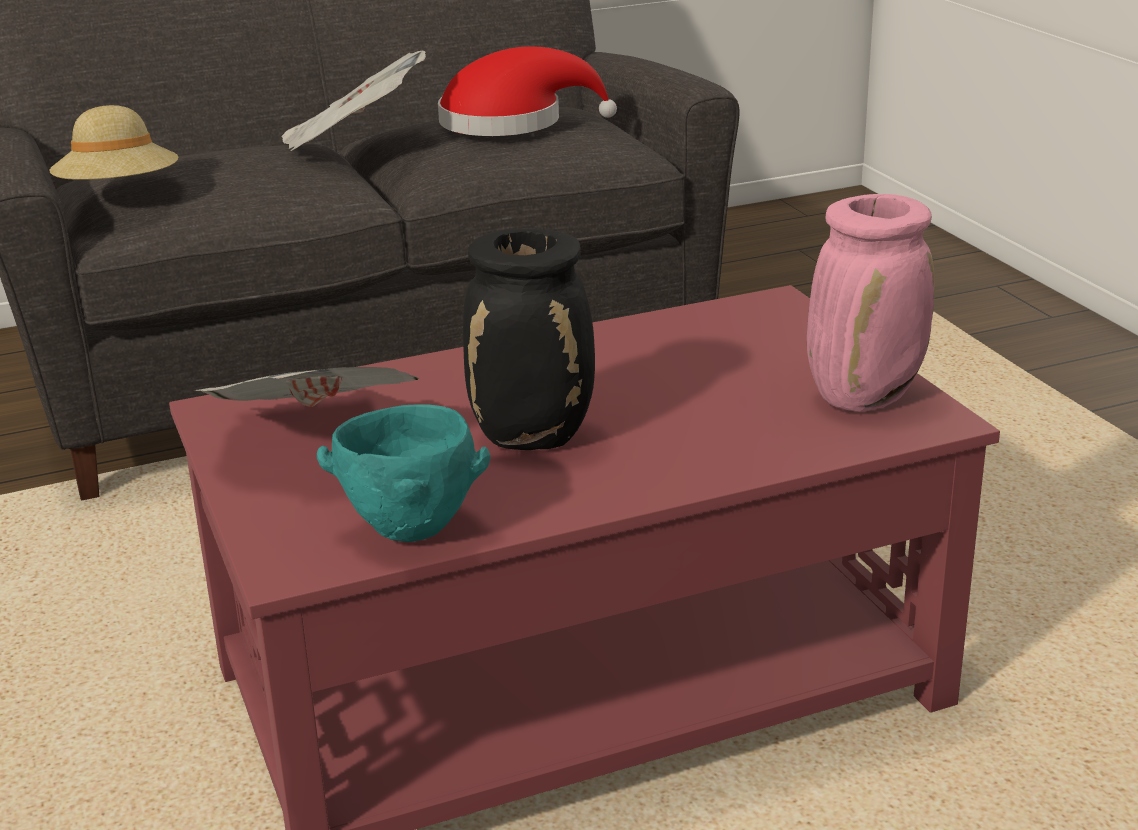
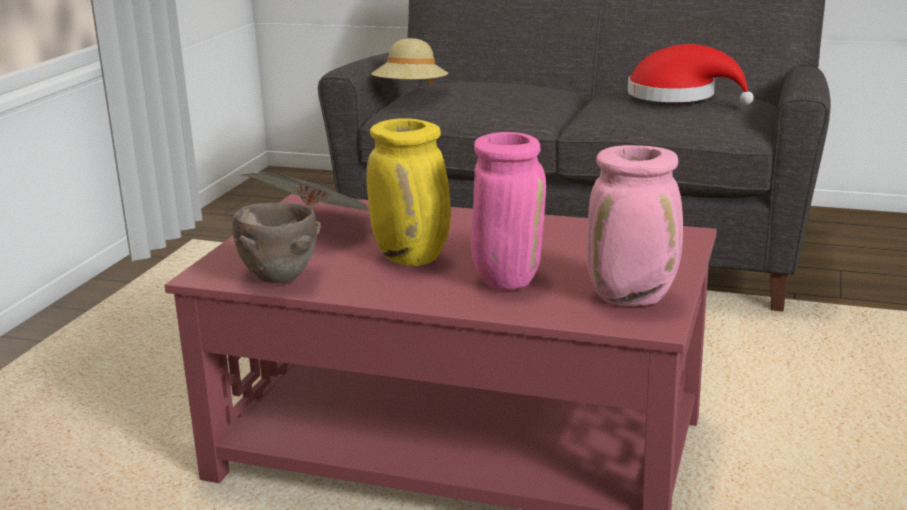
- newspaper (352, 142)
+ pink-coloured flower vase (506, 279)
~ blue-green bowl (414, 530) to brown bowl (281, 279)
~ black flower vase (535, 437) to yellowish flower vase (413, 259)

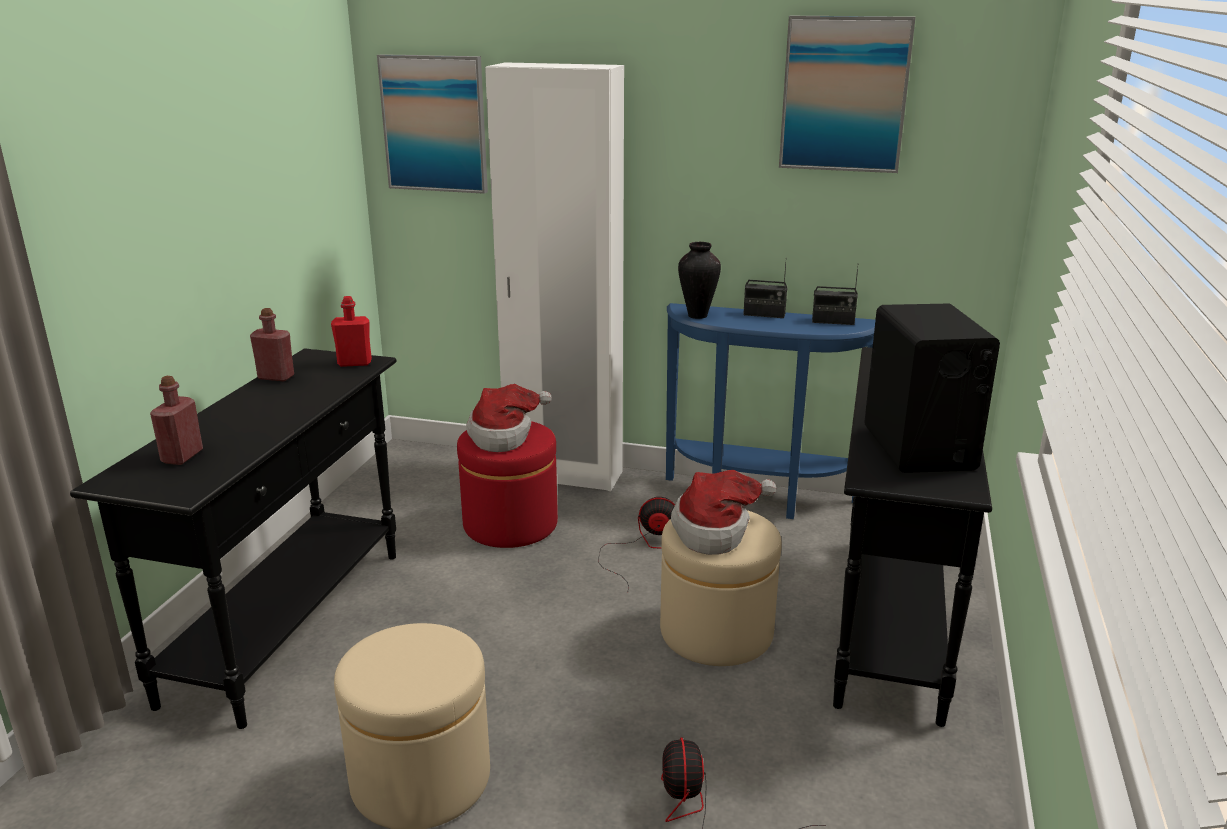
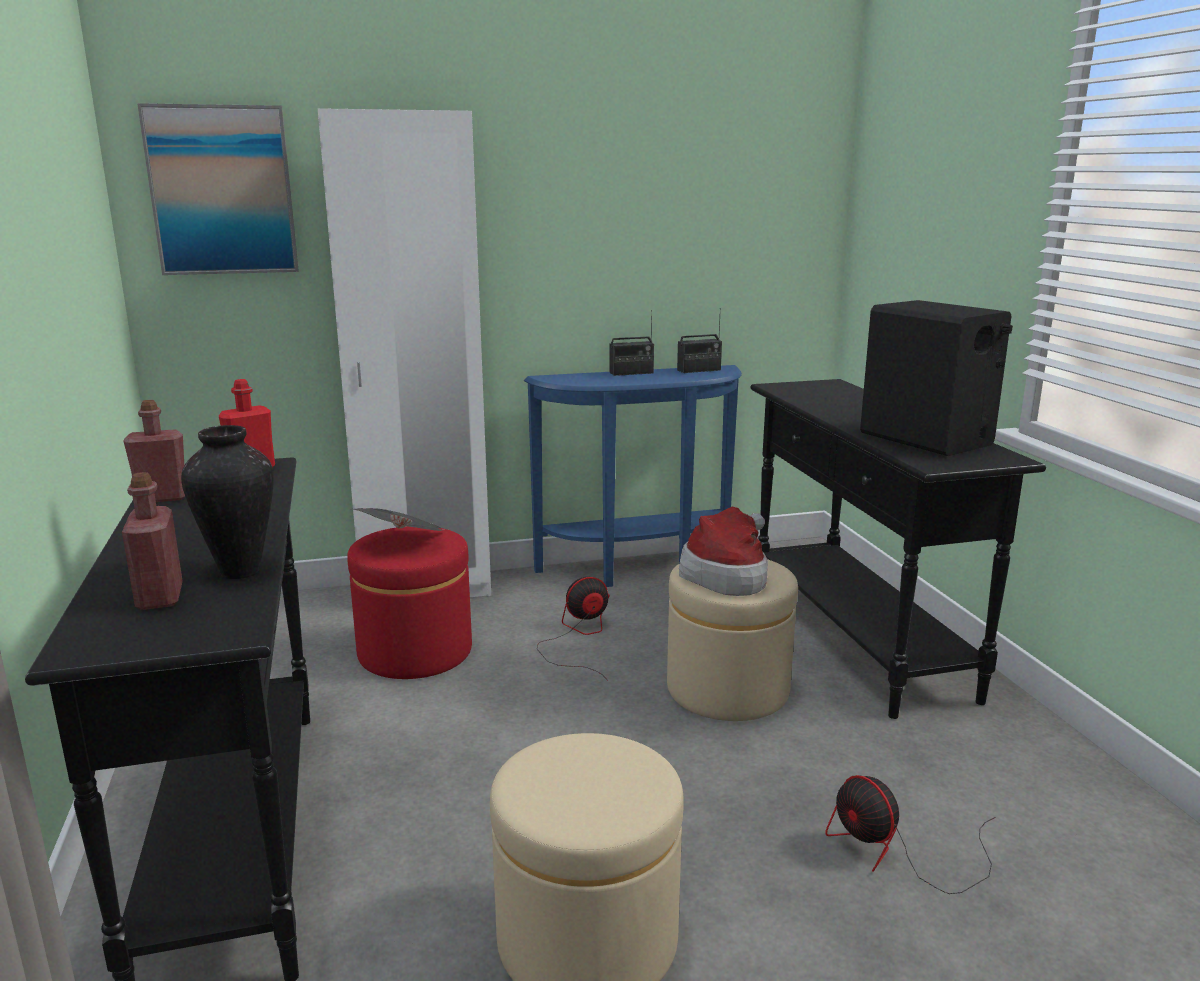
- picture (844, 94)
~ flower vase (696, 316) to (238, 572)
~ wearable hat (504, 435) to newspaper (404, 543)

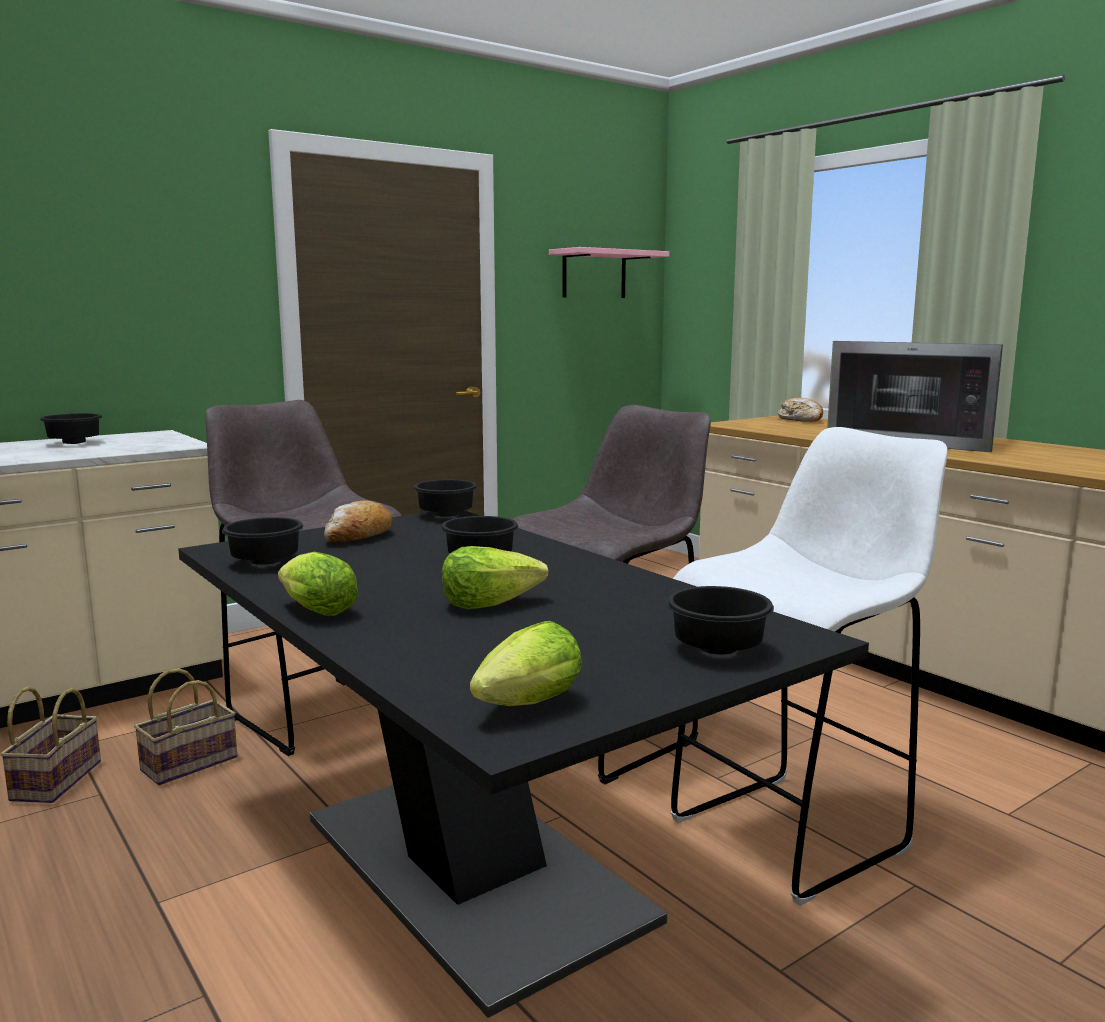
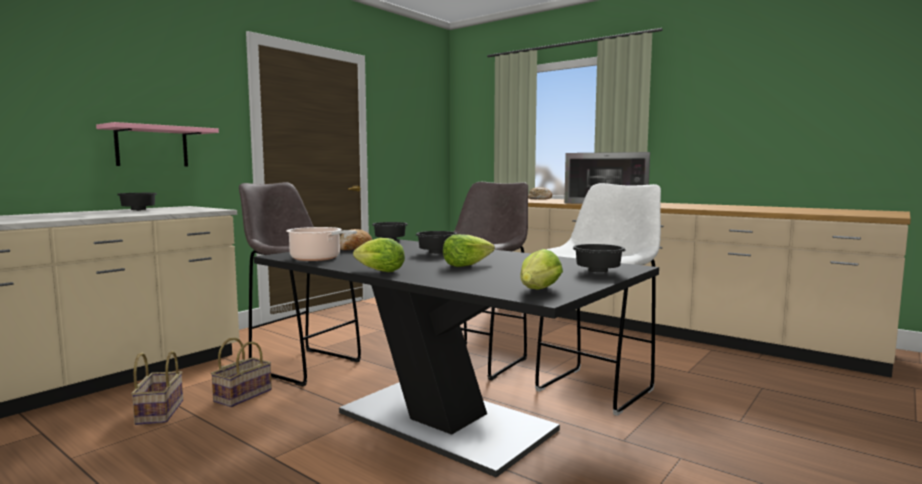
~ pink-coloured bracket shelf (594, 274) to (152, 146)
~ black bowl (265, 563) to stockpot (317, 258)

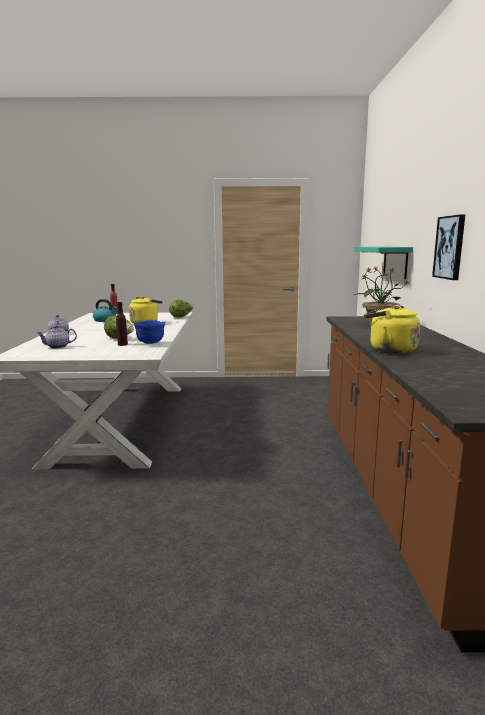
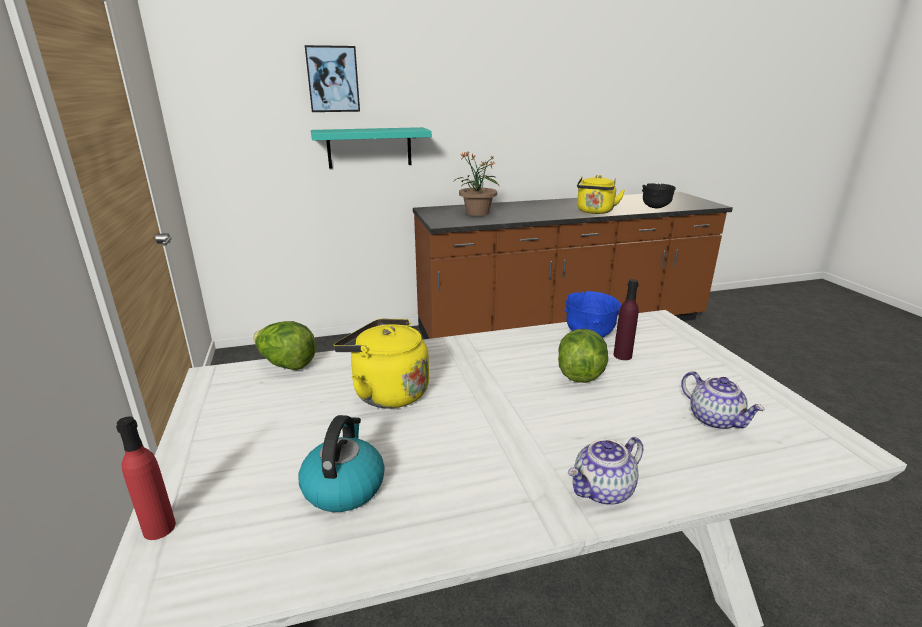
+ black bowl (655, 207)
~ picture (450, 247) to (333, 79)

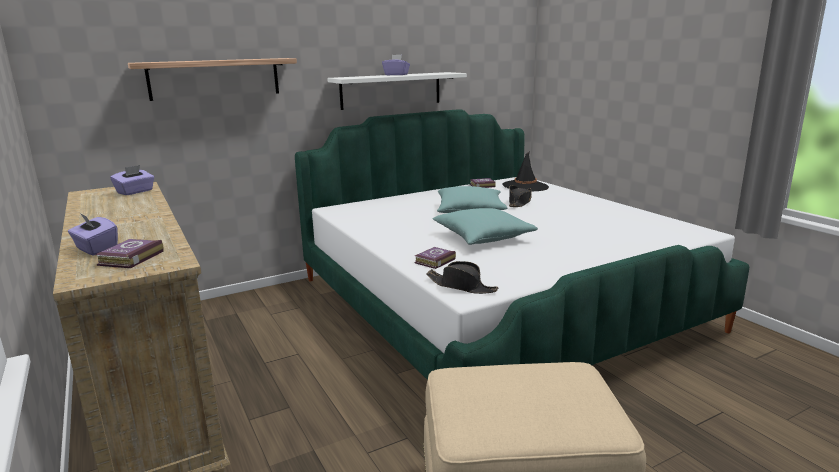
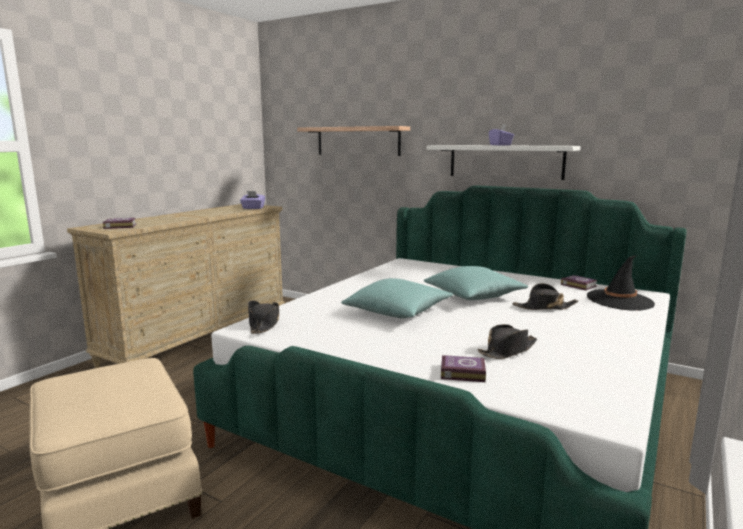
- purple-coloured tissue holder (96, 249)
+ black wearable hat (508, 351)
~ bound book (434, 261) to (461, 372)

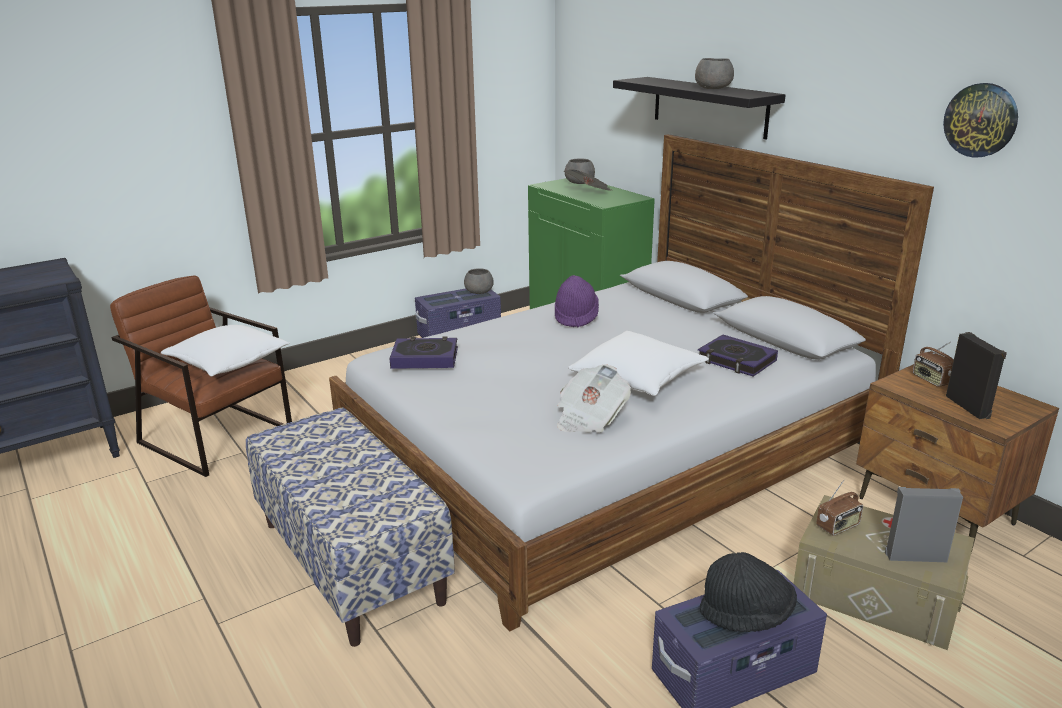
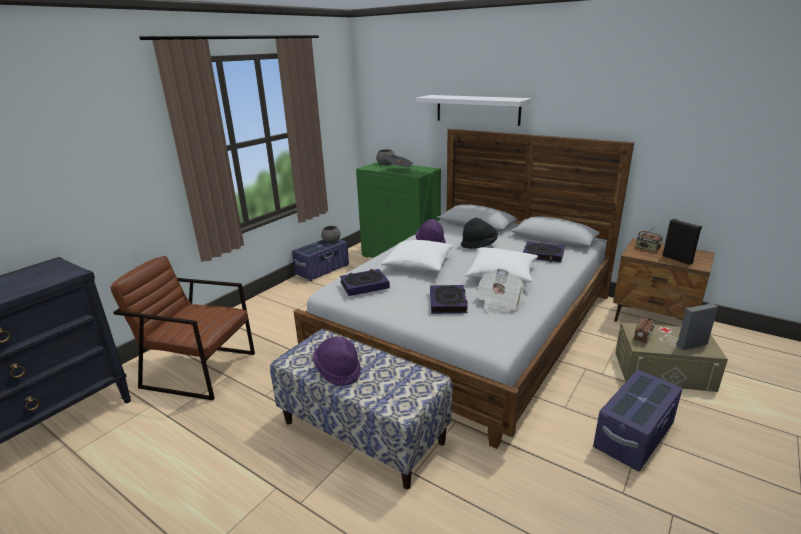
- grey bowl (712, 88)
- wall clock (981, 120)
+ purple-coloured wearable hat (338, 371)
+ bound book (448, 302)
~ whitish cushion (228, 363) to (418, 265)
~ black wearable hat (746, 615) to (479, 245)
~ black bracket shelf (709, 106) to whitish bracket shelf (477, 109)

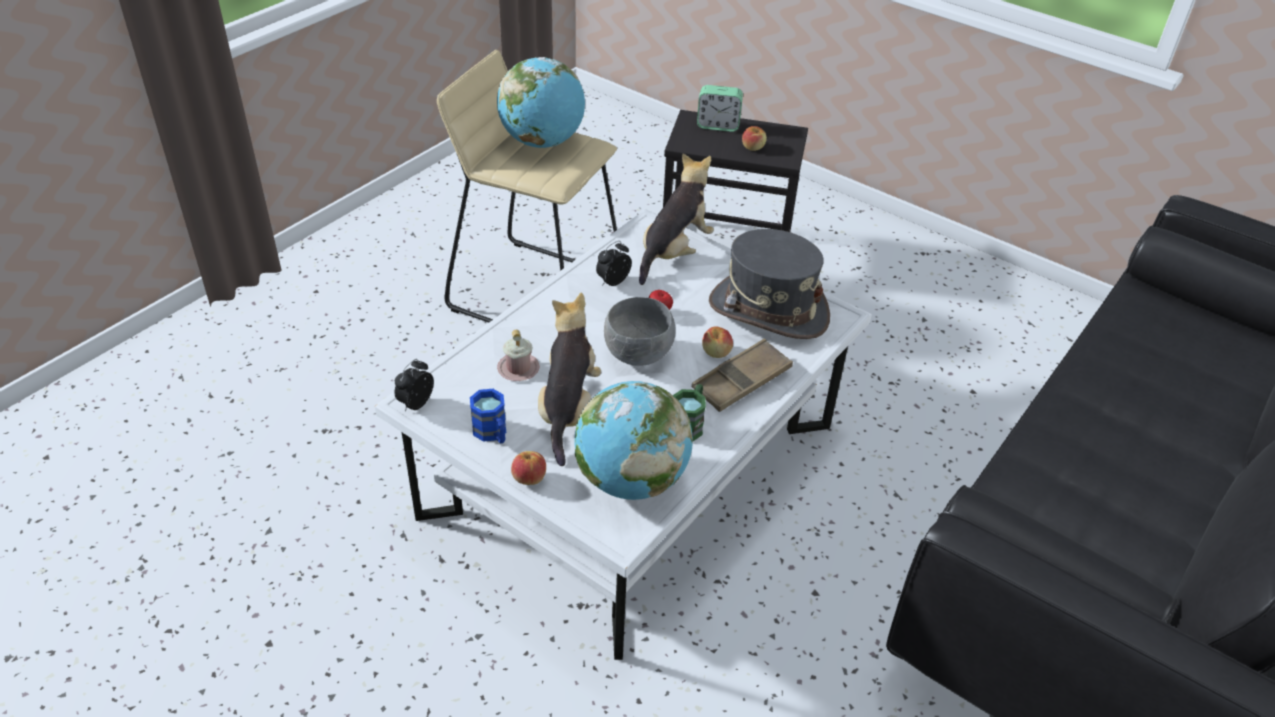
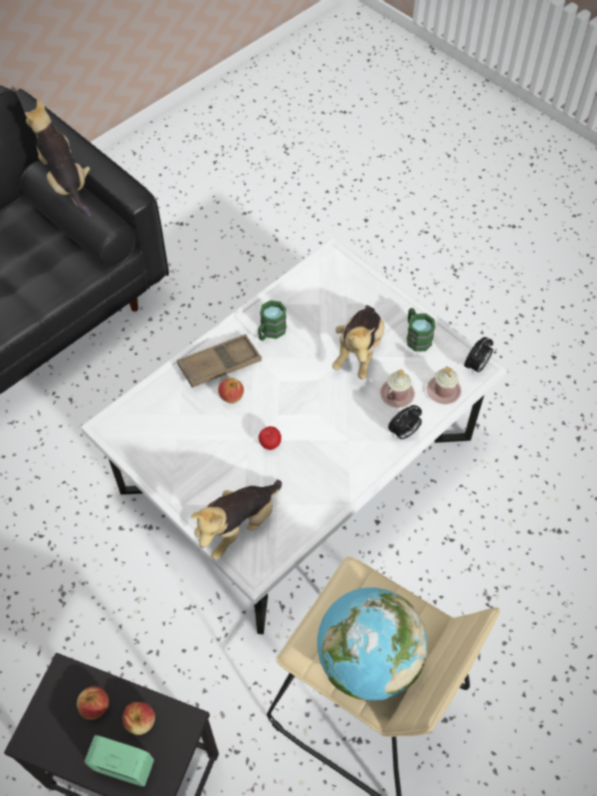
- desk globe (631, 480)
- grey bowl (639, 355)
- grey wearable hat (768, 311)
+ plush toy (66, 183)
+ pink-coloured coffee mug (443, 391)
~ apple (529, 477) to (140, 721)
~ alarm clock (613, 281) to (403, 433)
~ blue-coloured coffee mug (492, 434) to green coffee mug (416, 336)

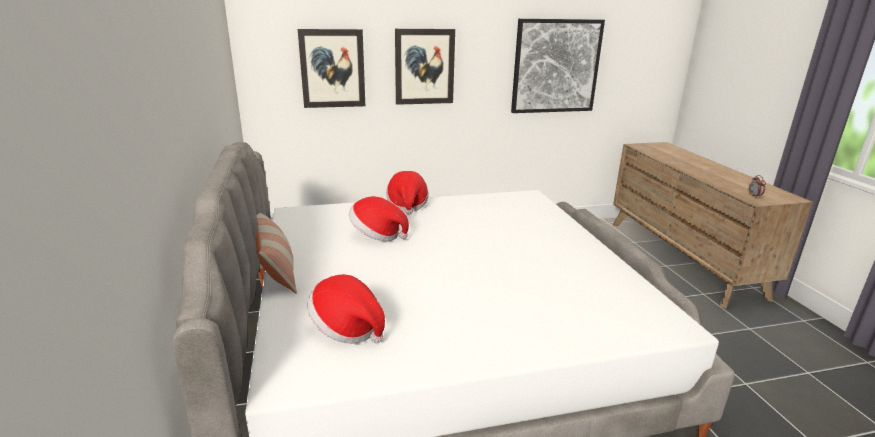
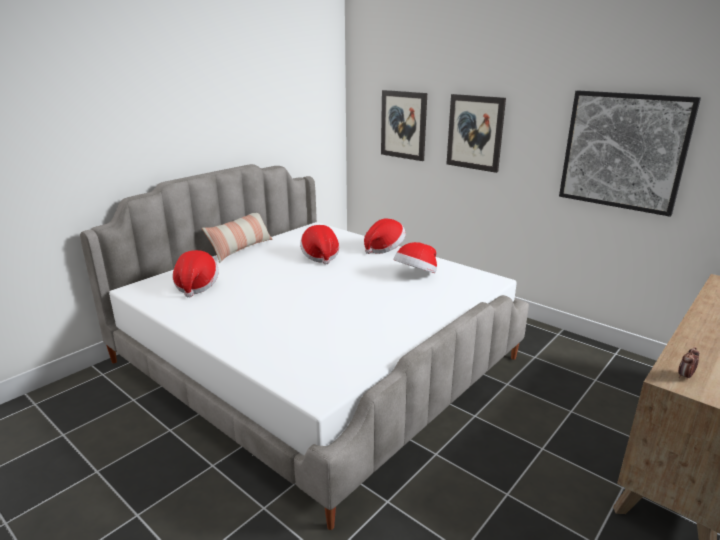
+ wearable hat (416, 275)

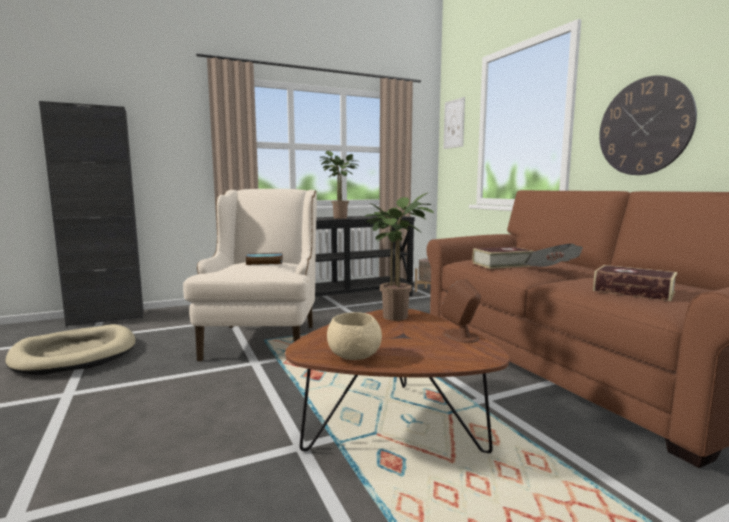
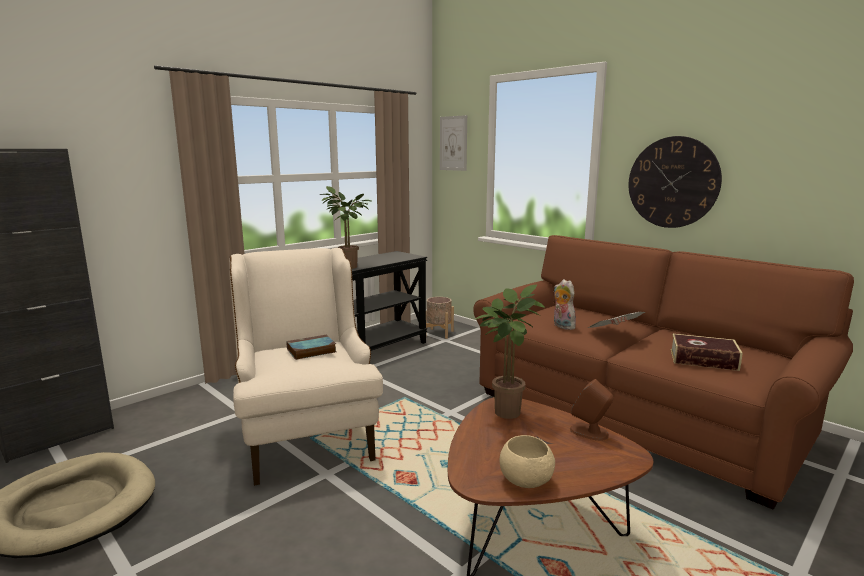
~ bound book (502, 264) to plush toy (562, 326)

